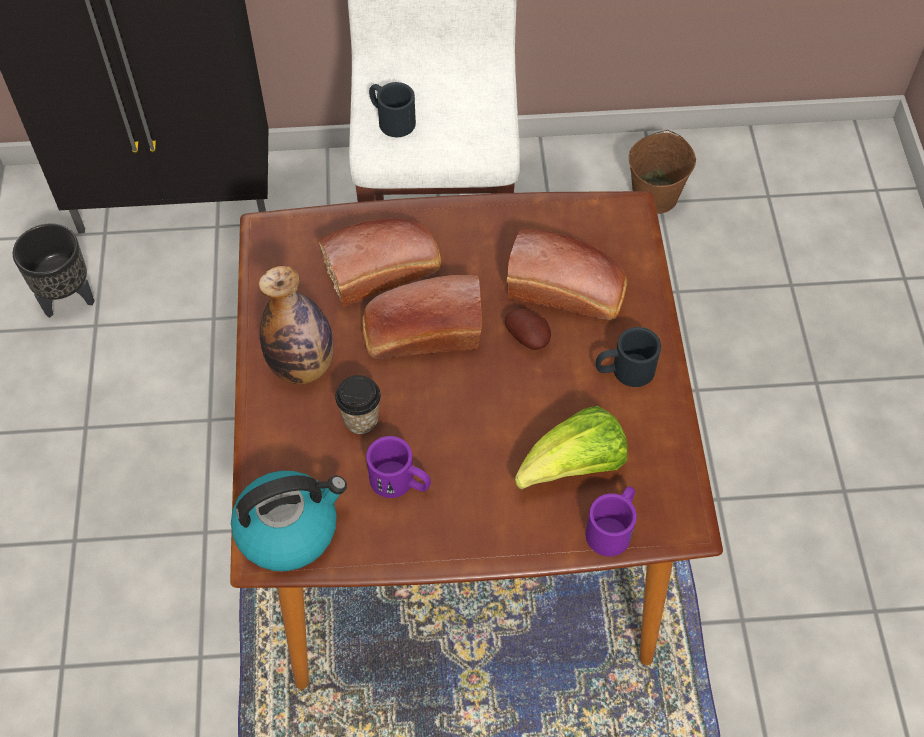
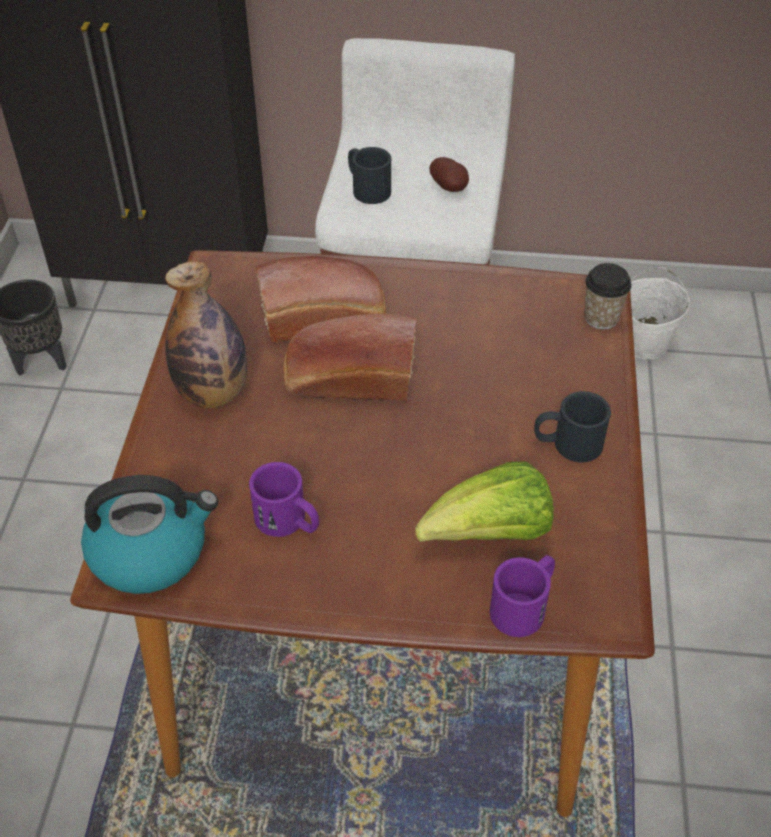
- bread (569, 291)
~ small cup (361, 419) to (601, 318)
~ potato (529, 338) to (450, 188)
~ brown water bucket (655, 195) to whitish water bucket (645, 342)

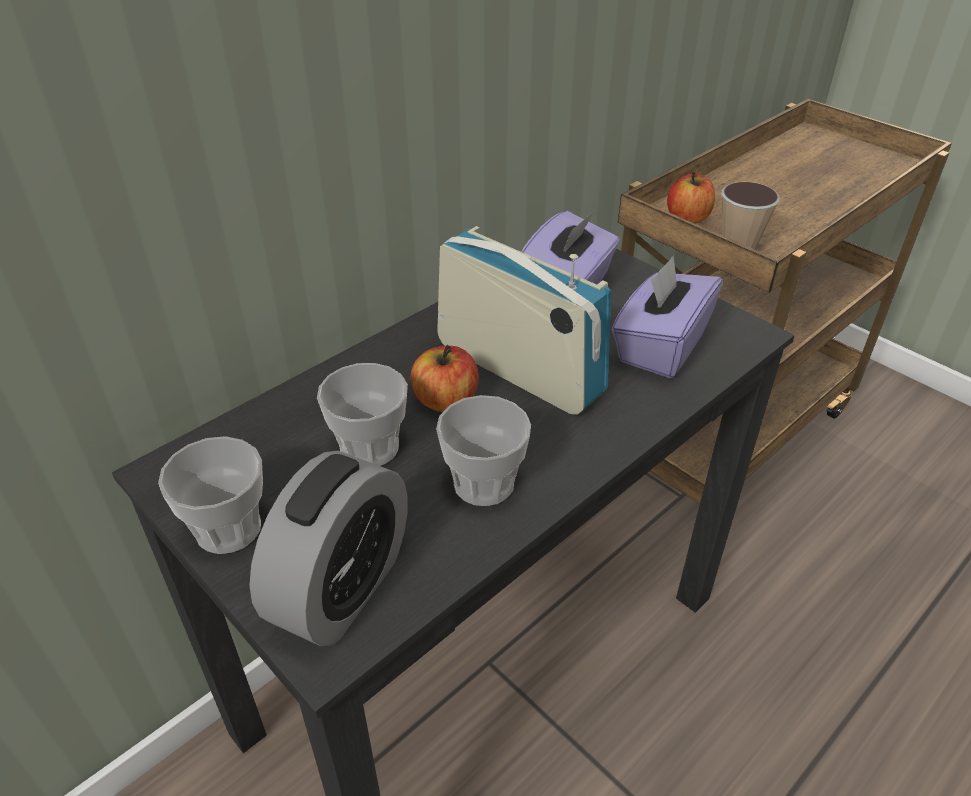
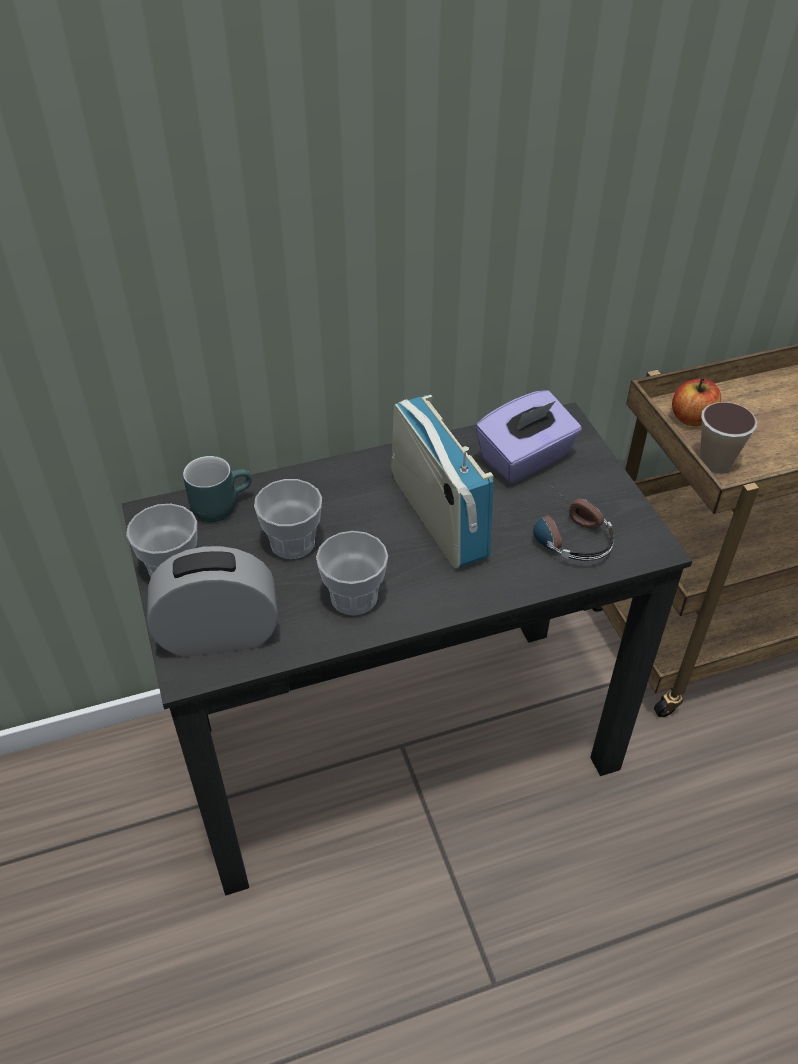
- apple (445, 400)
+ blue-green coffee mug (220, 504)
~ purple-coloured tissue holder (660, 346) to headset (565, 534)
~ alarm clock (342, 589) = (219, 635) 150 degrees counterclockwise

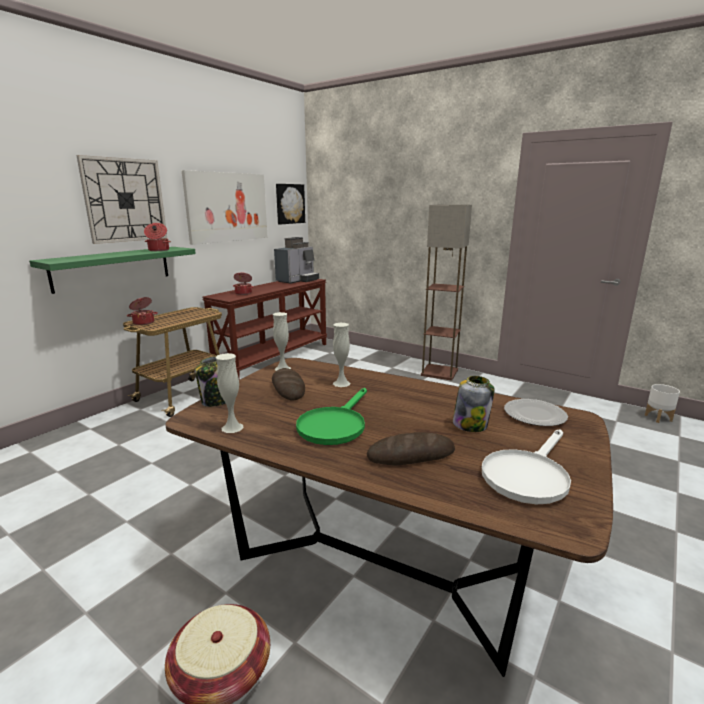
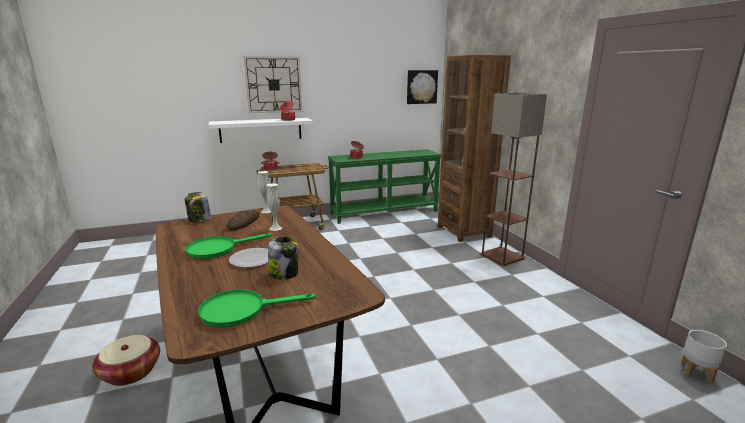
- picture (227, 207)
- whitish flower vase (232, 427)
- coffee maker (298, 280)
- bread (411, 455)
+ brown bookshelf (464, 231)
~ plate (535, 414) to (253, 259)
~ green bracket shelf (112, 268) to whitish bracket shelf (261, 130)
~ brown console table (273, 357) to green console table (384, 212)
~ whitish pan (528, 475) to green pan (242, 310)

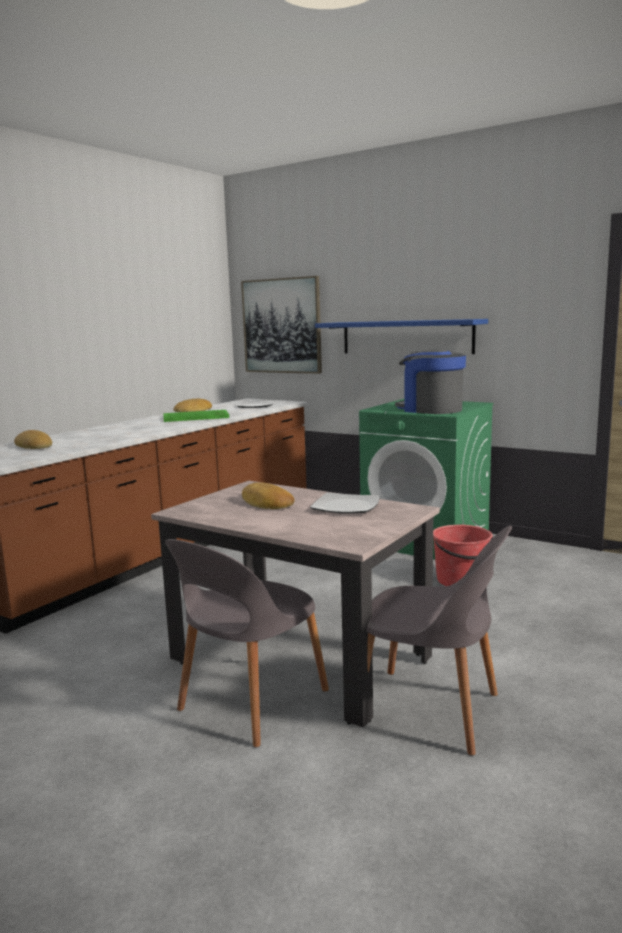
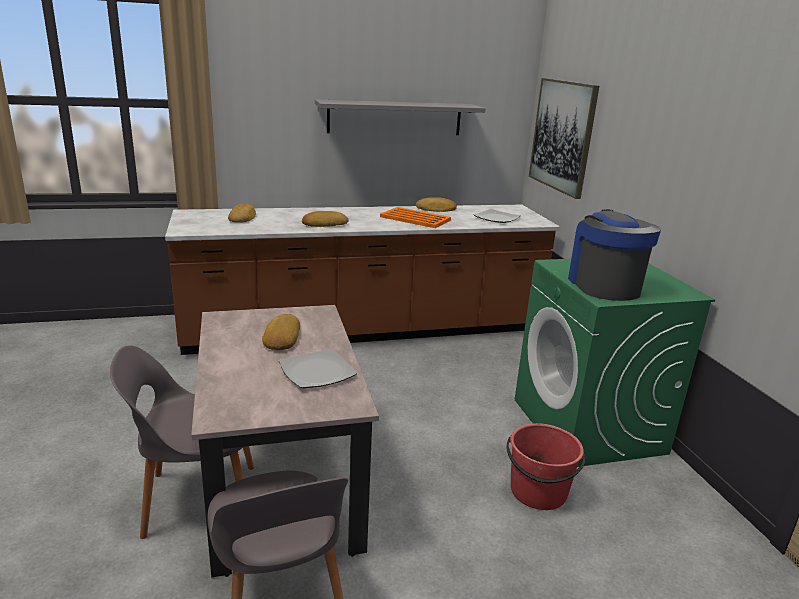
- blue-coloured bracket shelf (406, 337)
+ bread (324, 224)
+ grey bracket shelf (395, 118)
~ green tray (196, 417) to orange tray (415, 219)

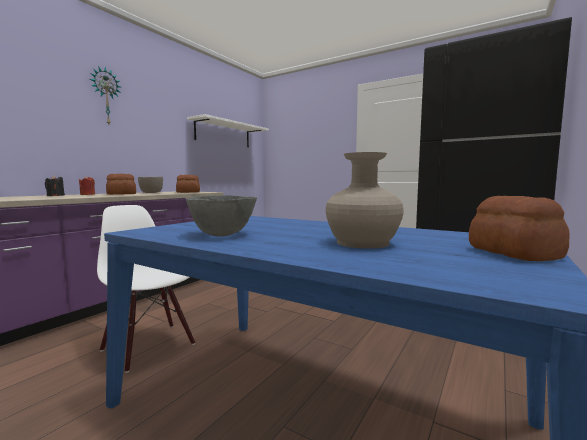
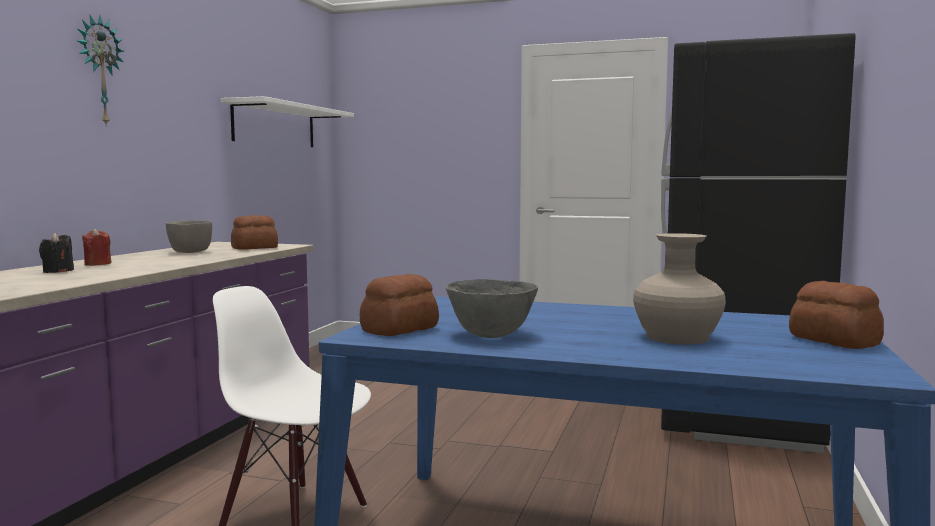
~ bread (121, 194) to (398, 329)

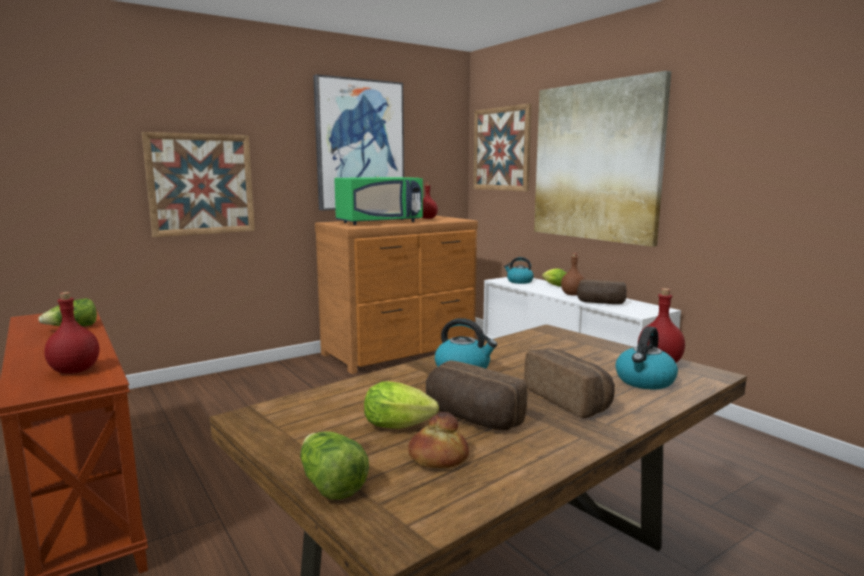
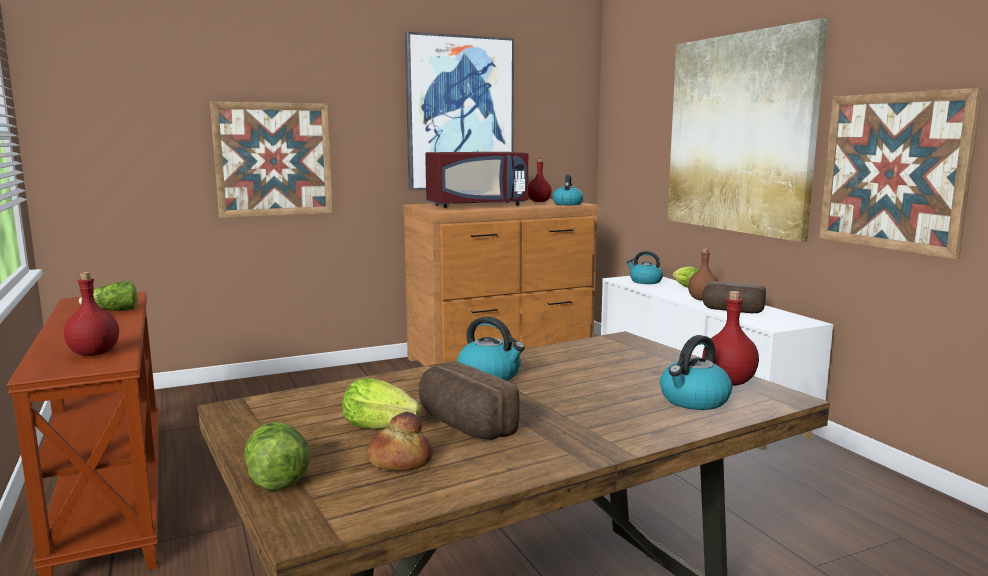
- bread (569, 400)
+ kettle (567, 204)
~ picture (501, 149) to (893, 171)
~ green kitchen microwave (379, 222) to reddish kitchen microwave (477, 205)

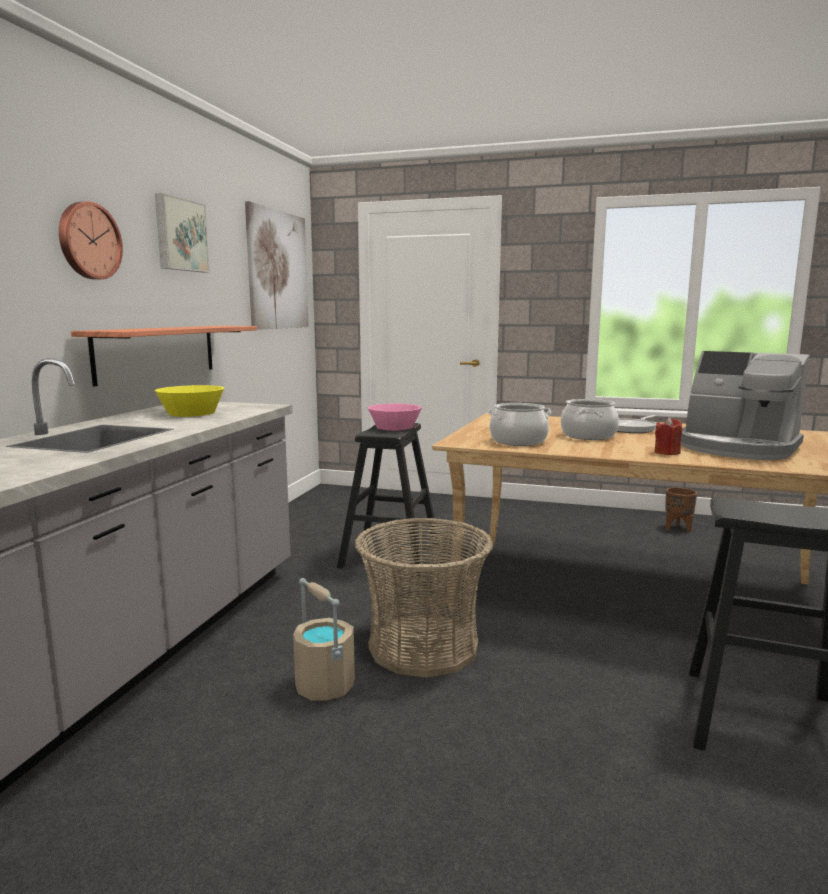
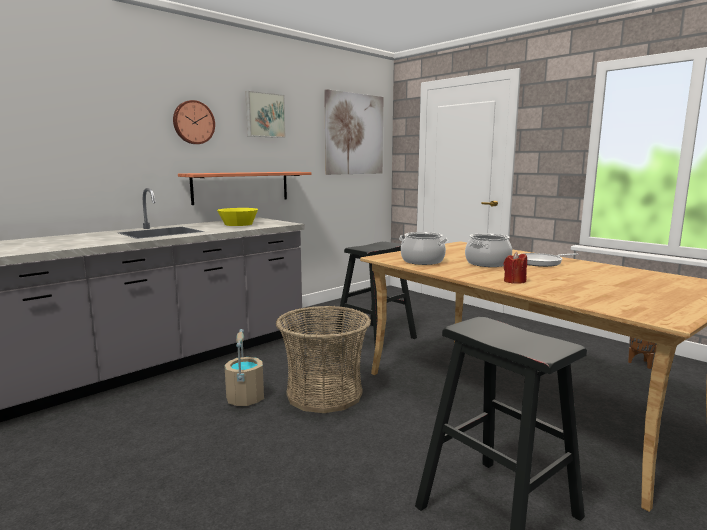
- pink-coloured bowl (394, 427)
- coffee maker (737, 448)

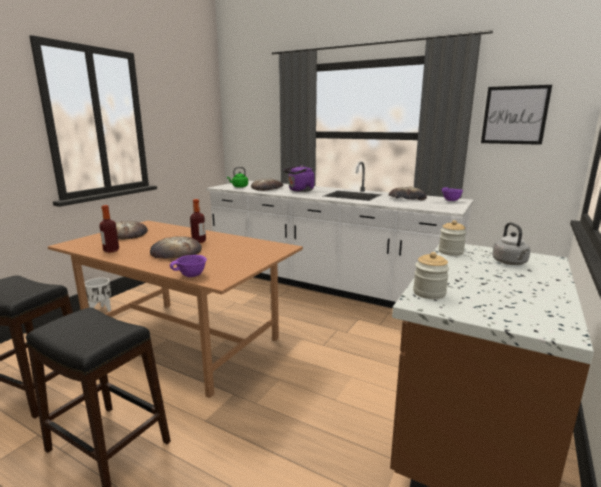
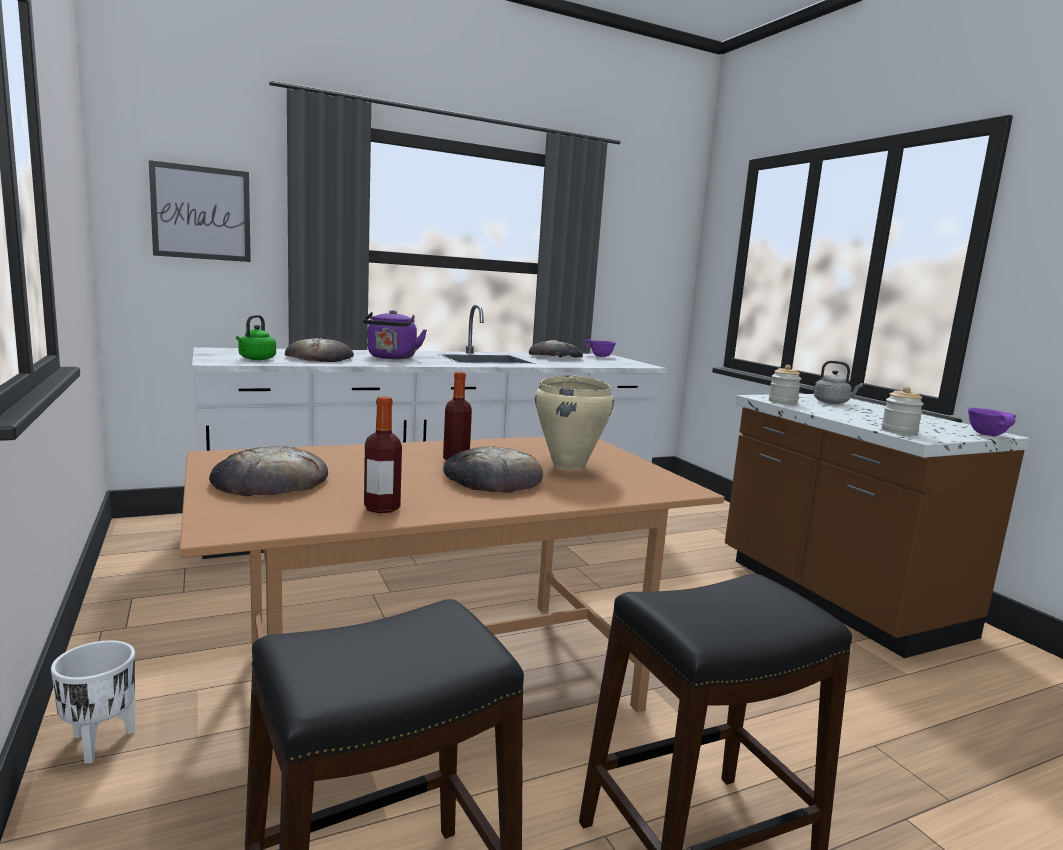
+ beige-coloured stockpot (569, 466)
~ purple-coloured bowl (191, 276) to (989, 435)
~ picture (514, 115) to (201, 213)

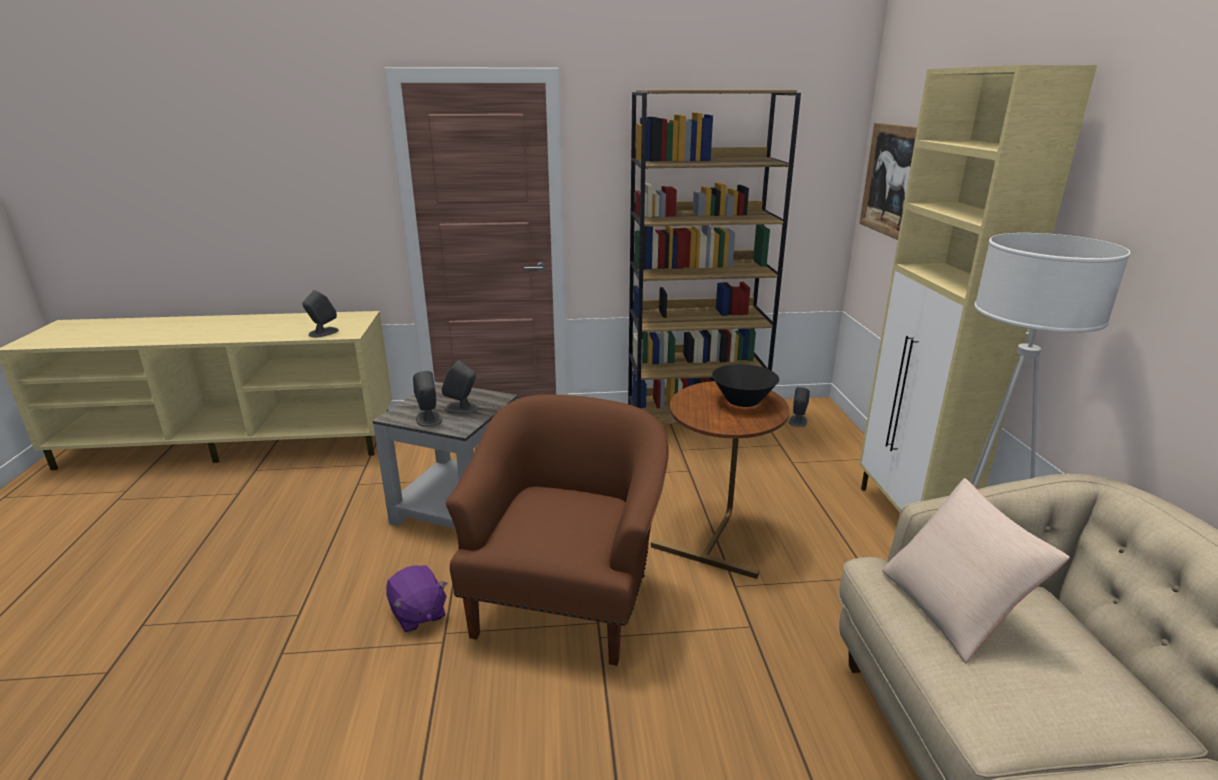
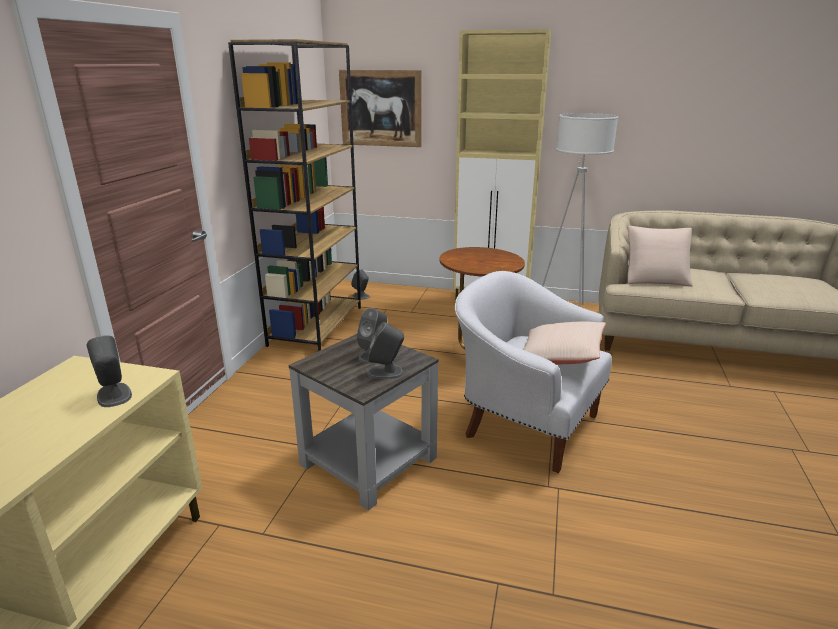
- purple-coloured plush toy (418, 614)
- black bowl (743, 401)
+ beige-coloured cushion (560, 357)
~ brown armchair (567, 599) to whitish armchair (525, 424)

